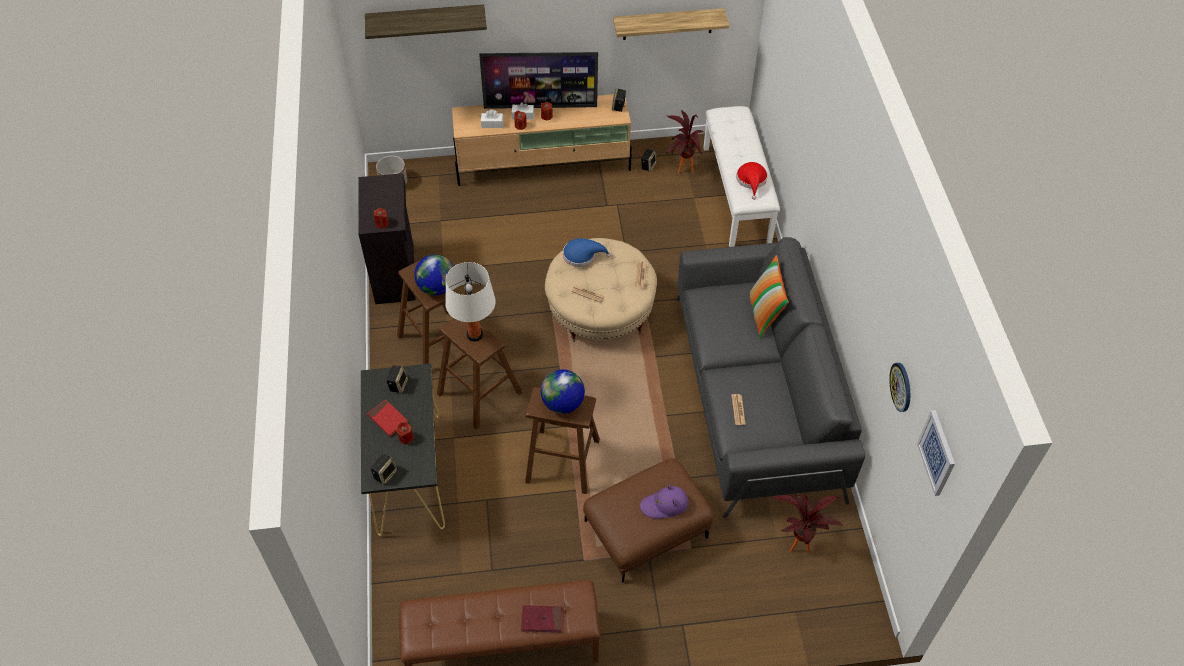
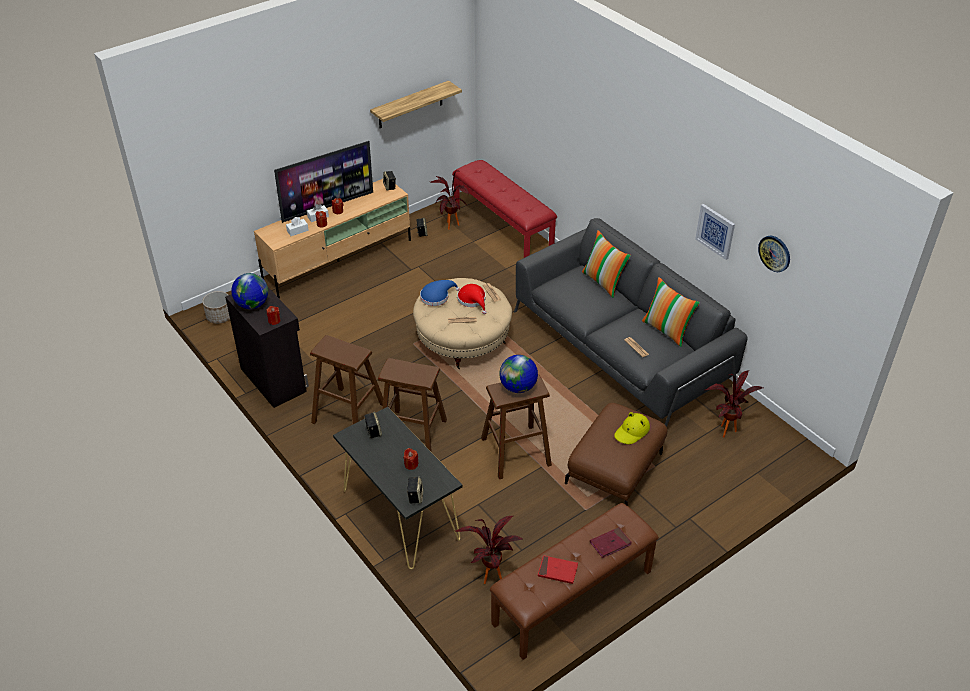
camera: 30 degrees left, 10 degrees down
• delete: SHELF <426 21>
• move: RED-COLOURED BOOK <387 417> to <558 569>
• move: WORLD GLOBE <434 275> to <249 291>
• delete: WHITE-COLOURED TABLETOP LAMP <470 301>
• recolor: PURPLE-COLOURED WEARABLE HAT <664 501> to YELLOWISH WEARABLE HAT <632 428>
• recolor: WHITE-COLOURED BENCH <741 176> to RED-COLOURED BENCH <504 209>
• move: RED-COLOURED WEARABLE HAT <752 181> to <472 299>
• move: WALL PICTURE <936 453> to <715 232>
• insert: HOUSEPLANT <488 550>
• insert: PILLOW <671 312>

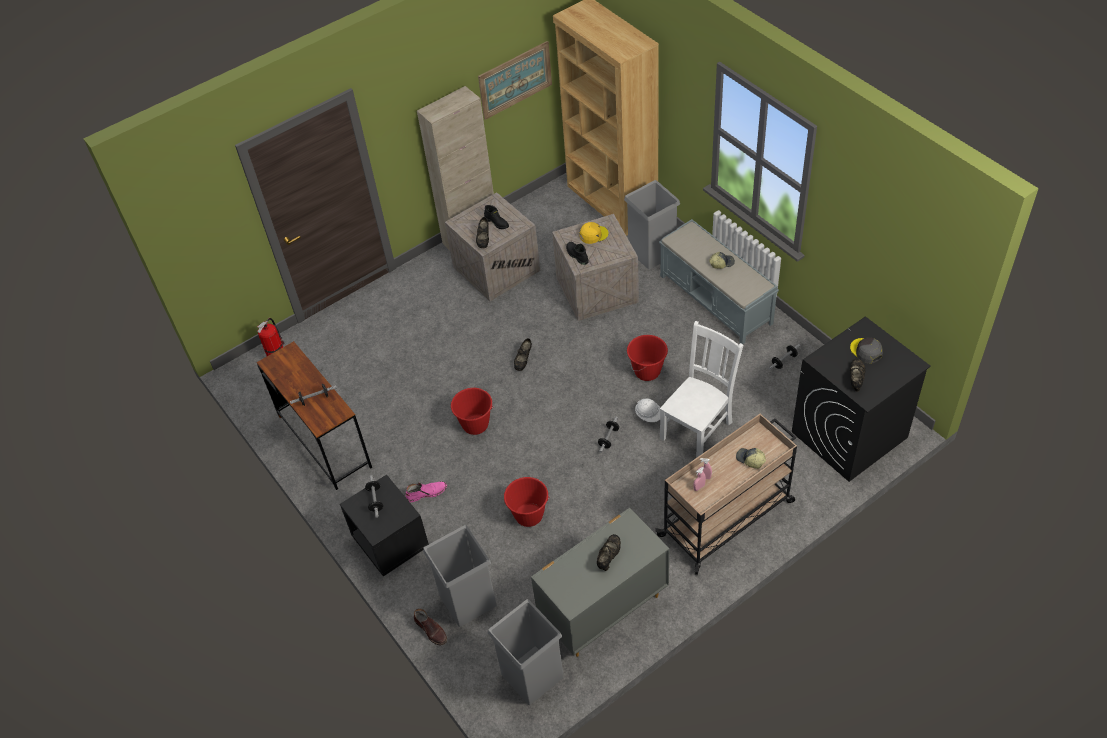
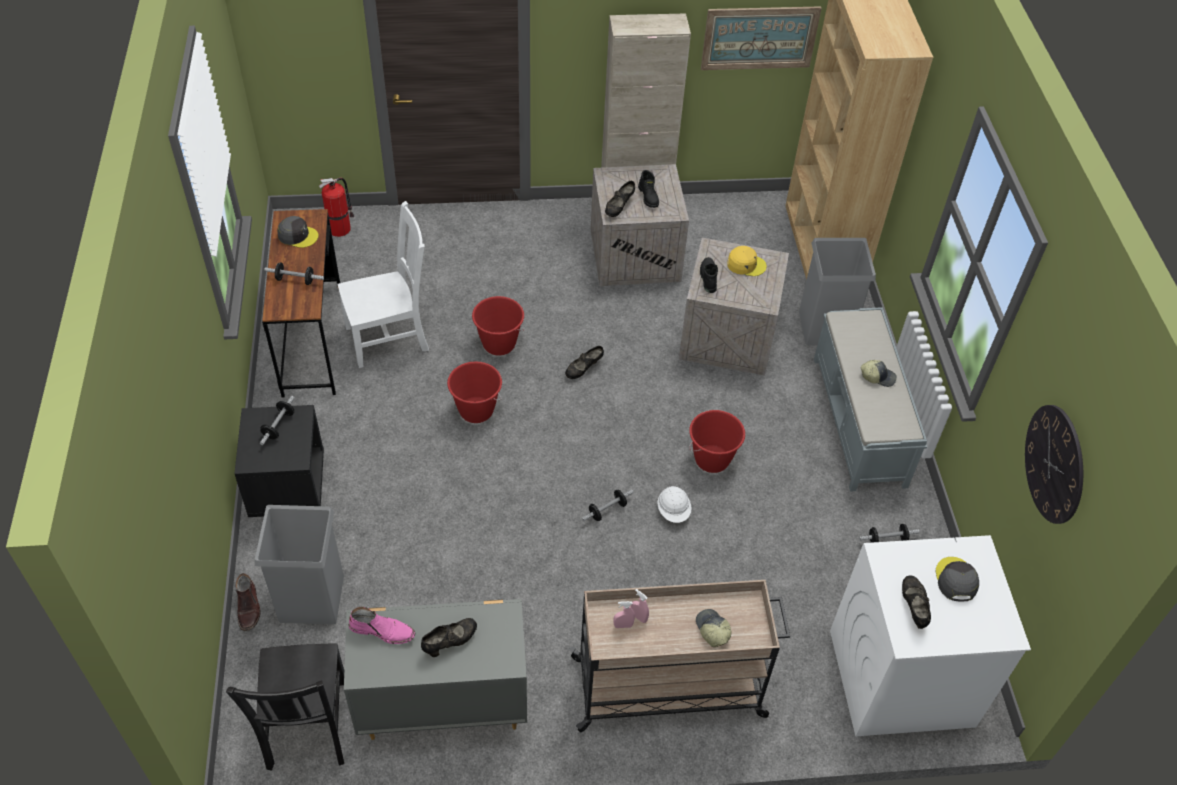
camera: 25 degrees right, 0 degrees up
• move: PINKISH TALL BOOT <426 491> to <382 625>
• replace: GREY TRASH CAN <526 652> to BLACK-COLOURED UPRIGHT CHAIR <285 707>
• move: RED-COLOURED BUCKET <526 502> to <498 326>
• move: WHITE-COLOURED UPRIGHT CHAIR <701 389> to <383 284>
• recolor: BLACK-COLOURED WASHING MACHINE <861 399> to WHITE-COLOURED WASHING MACHINE <930 636>
• rotate: BLACK-COLOURED SHOE <858 375> = <916 602> 45 degrees counterclockwise
• insert: GREY PEAKED CAP <298 232>
• insert: HANGING CLOCK <1054 464>

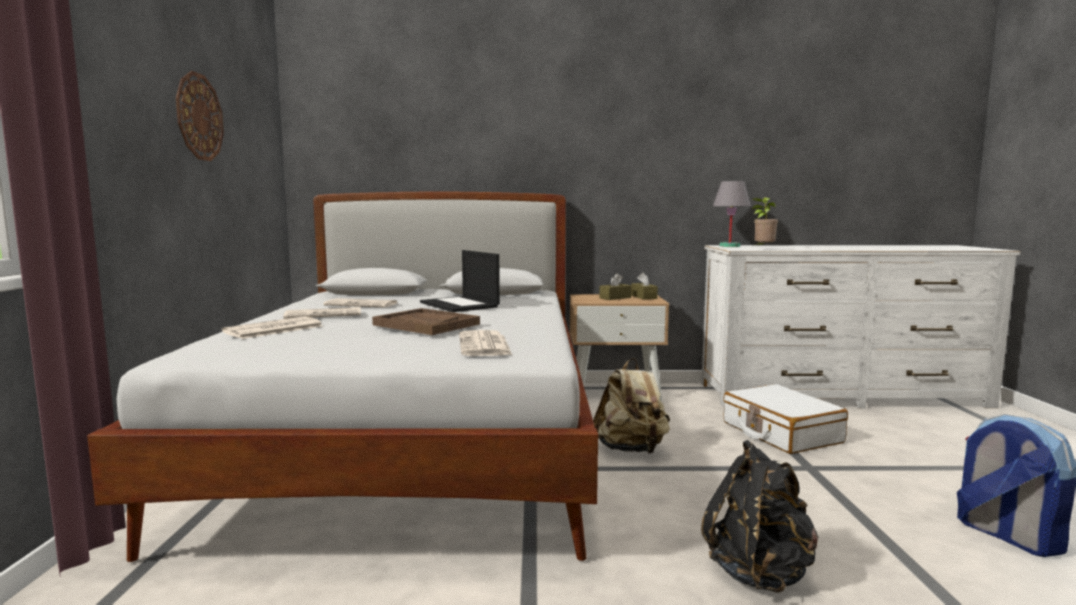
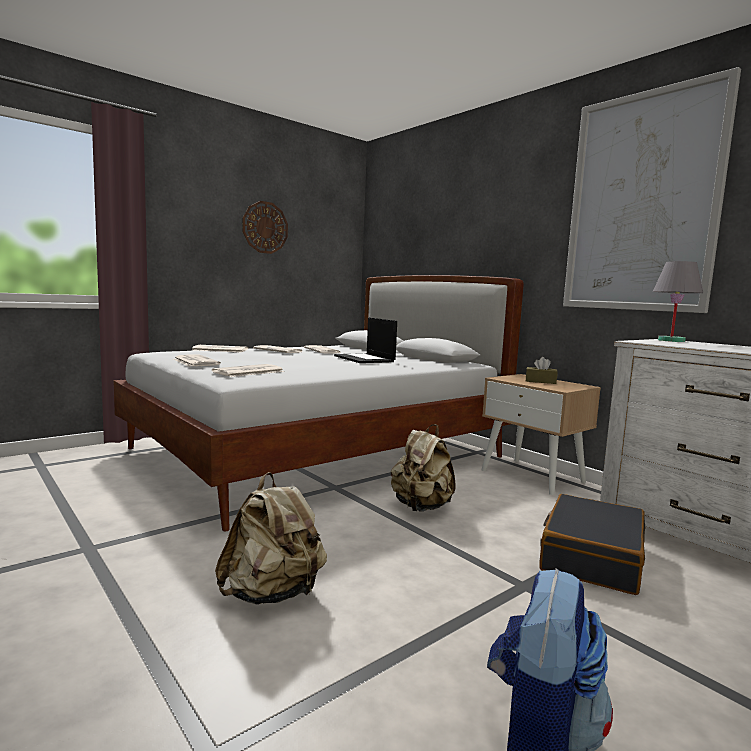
camera: 50 degrees right, 0 degrees up
• delete: BROWNISH TRAY <426 321>
• rotate: NOTEBOOK COMPUTER <460 281> = <365 340> 45 degrees counterclockwise
• delete: BROWNISH BOX OF TISSUES <644 286>
• recolor: BLACK-COLOURED RUCKSACK <760 516> to BEIGE-COLOURED RUCKSACK <271 538>
• recolor: WHITE-COLOURED PIECE OF LUGGAGE <785 419> to BLACK-COLOURED PIECE OF LUGGAGE <592 544>
• delete: HOUSEPLANT <764 222>
• insert: PRINTED PAPER <197 361>
• insert: WALL PICTURE <652 190>

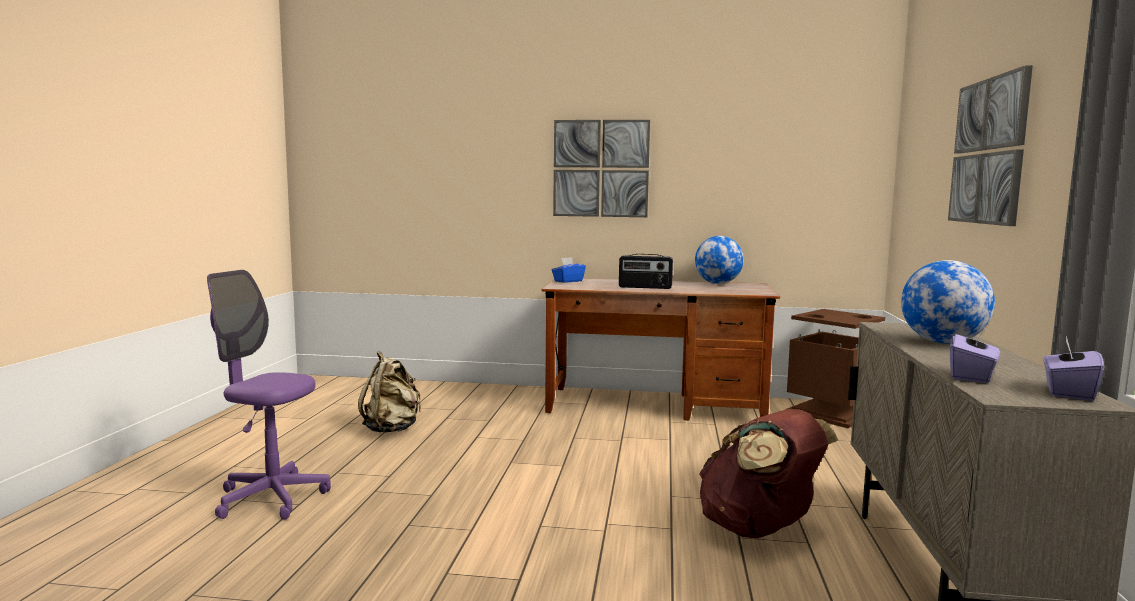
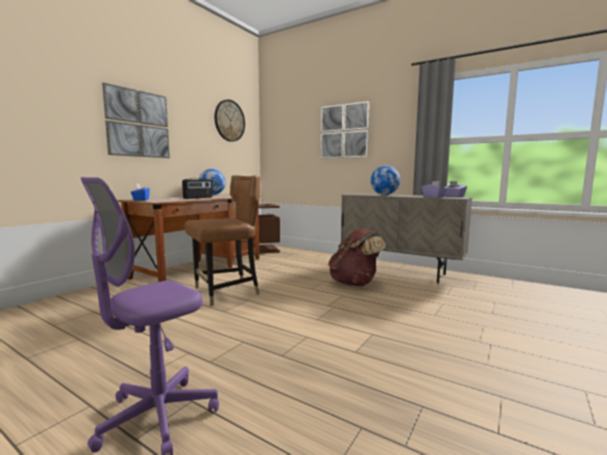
camera: 65 degrees left, 0 degrees up
• delete: BEIGE-COLOURED RUCKSACK <389 392>
• insert: BROWNISH UPRIGHT CHAIR <222 240>
• insert: HANGING CLOCK <229 121>

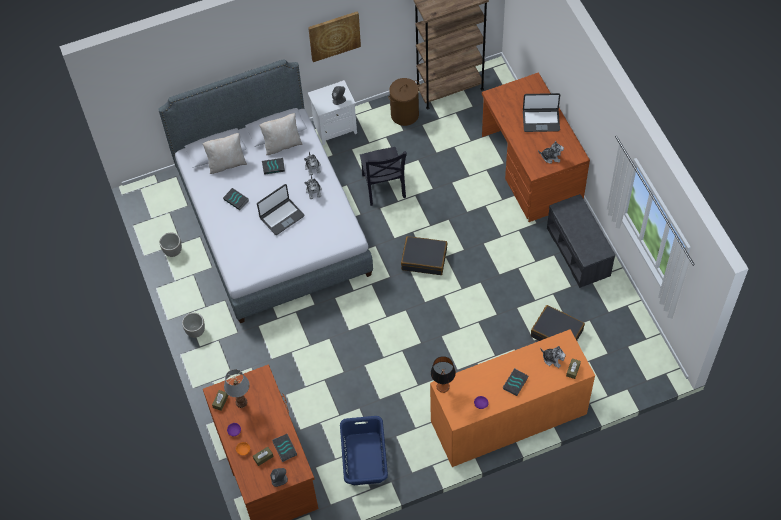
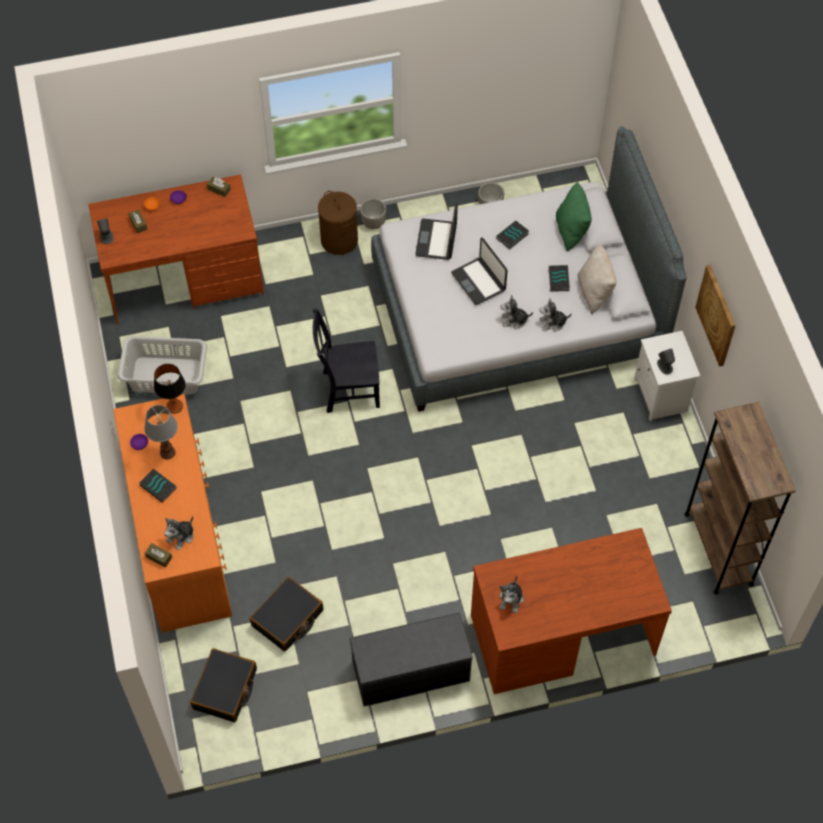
camera: 95 degrees right, 0 degrees up
• recolor: BEIGE-COLOURED PILLOW <224 153> to GREEN-COLOURED PILLOW <574 217>
• move: TABLETOP LAMP <237 388> to <161 432>
• delete: BOOK <284 448>
• recolor: BLUE HAMPER <364 450> to GREY HAMPER <162 365>
• move: BLACK-COLOURED UPRIGHT CHAIR <383 176> to <346 360>
• move: BROWNISH HAMPER <403 102> to <338 223>
• move: BLACK-COLOURED PIECE OF LUGGAGE <424 255> to <223 685>
• move: NOTEBOOK COMPUTER <541 112> to <436 231>

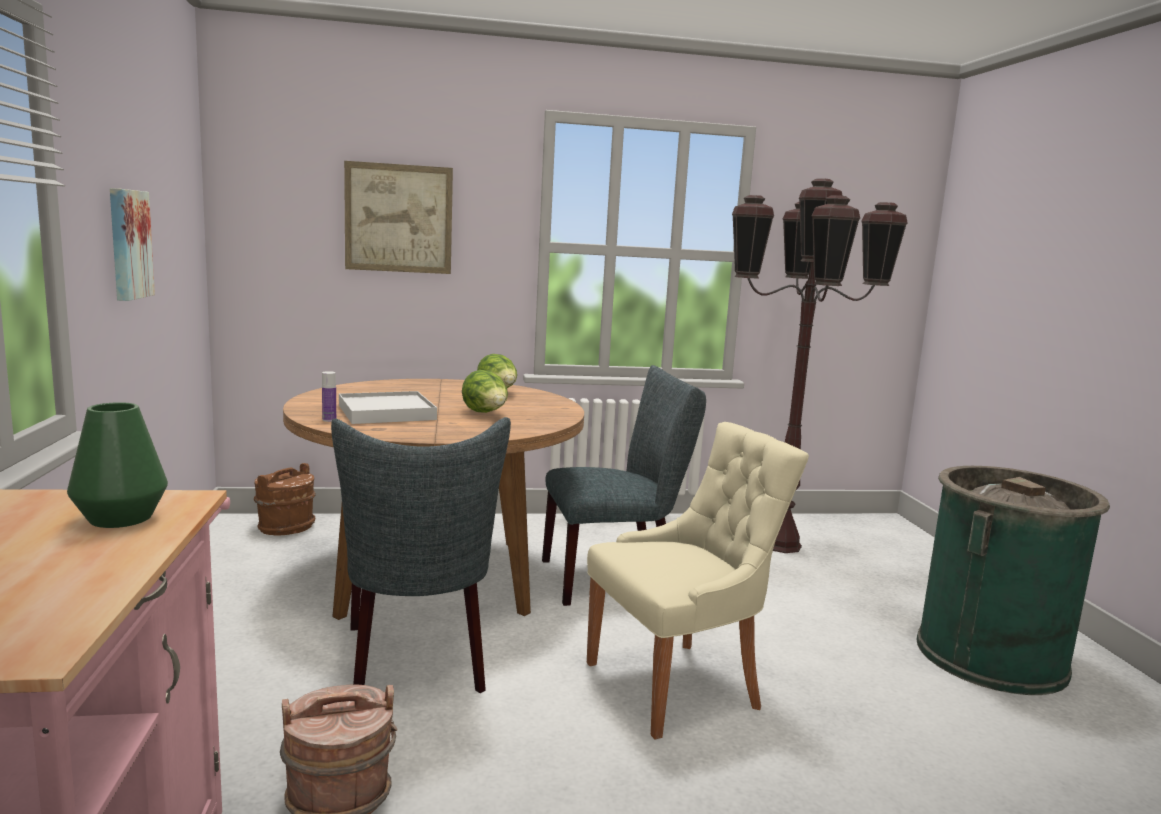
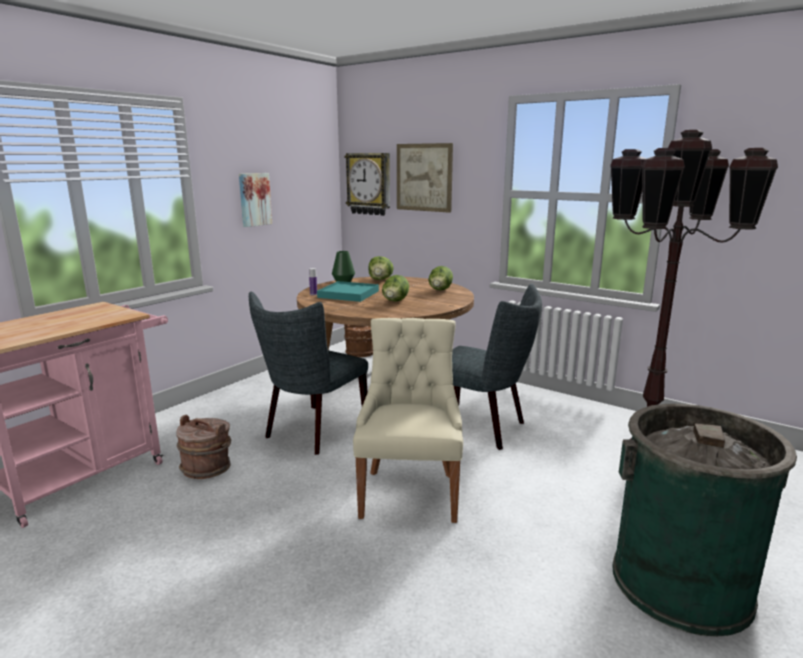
camera: 45 degrees right, 5 degrees up
• move: GREEN-COLOURED FLOWER VASE <117 465> to <343 266>
• recolor: WHITE-COLOURED TRAY <388 407> to TURQUOISE-COLOURED TRAY <348 291>
• rotate: BEIGE-COLOURED UPRIGHT CHAIR <698 581> = <408 420> 105 degrees counterclockwise
• insert: HANGING CLOCK <367 184>
• insert: LETTUCE HEAD <381 268>

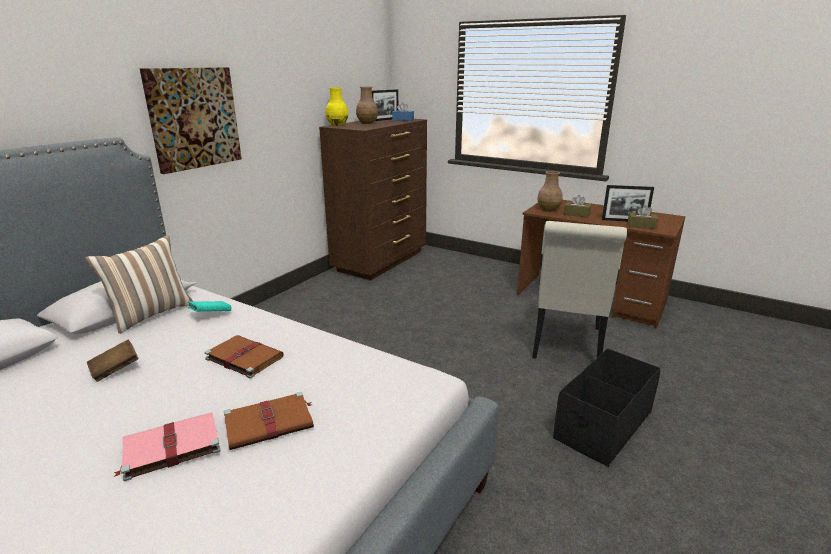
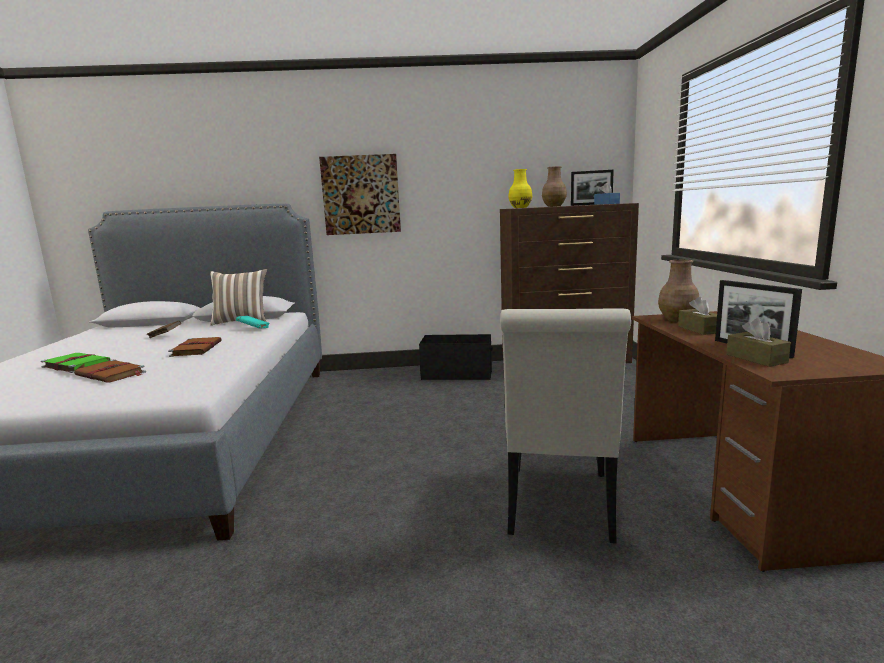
camera: 55 degrees right, 10 degrees down
• recolor: PINKISH BOOK <167 446> to GREEN-COLOURED BOOK <76 363>
• rotate: WHITE-COLOURED UPRIGHT CHAIR <579 289> = <565 426> 60 degrees counterclockwise
• move: BLACK-COLOURED STORAGE BIN <607 407> to <456 357>

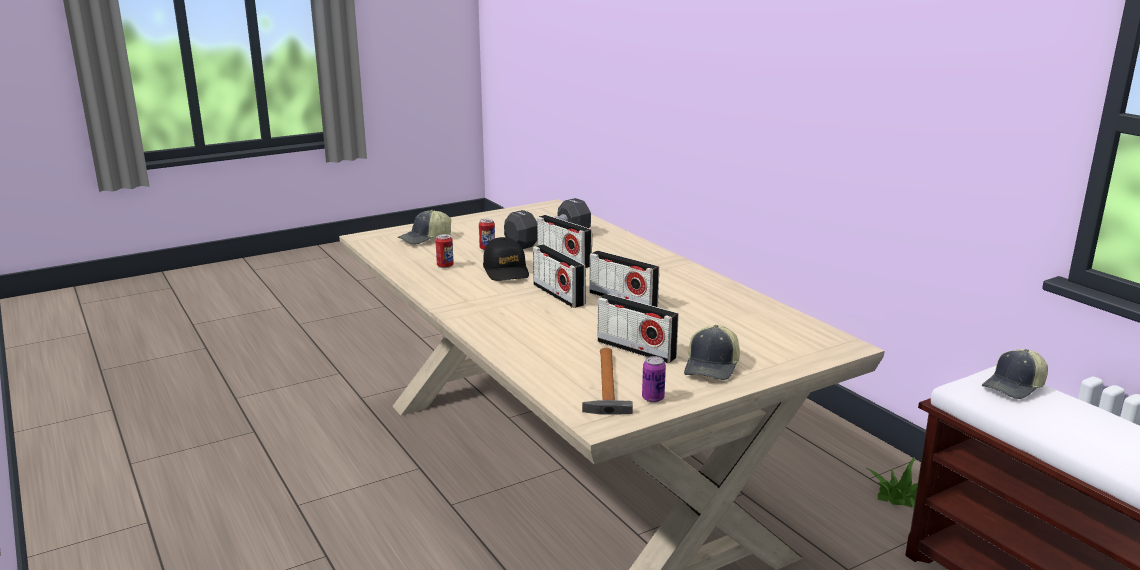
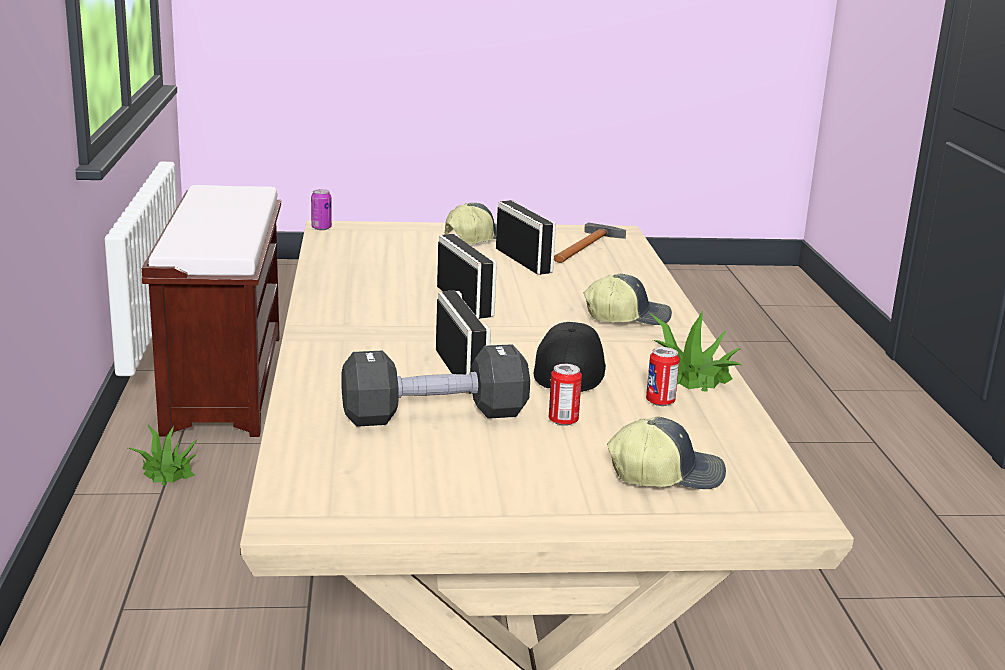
camera: 155 degrees left, 0 degrees up
• delete: RADIO RECEIVER <559 276>
• move: METAL CAN <654 379> to <321 209>
• move: PEAKED CAP <1015 374> to <628 299>
• insert: HOUSEPLANT <695 351>

